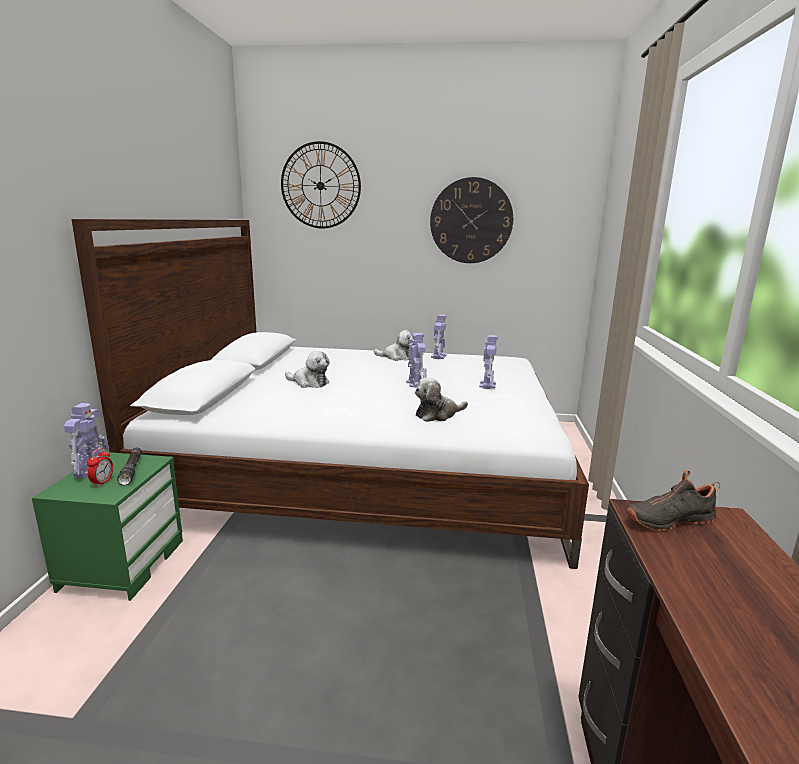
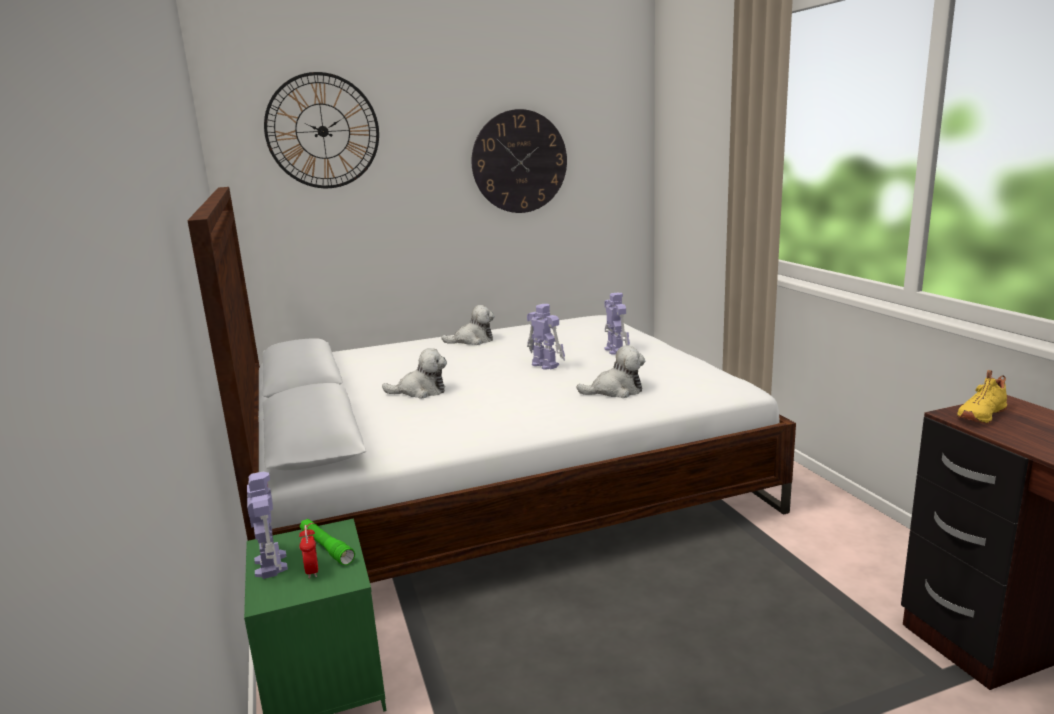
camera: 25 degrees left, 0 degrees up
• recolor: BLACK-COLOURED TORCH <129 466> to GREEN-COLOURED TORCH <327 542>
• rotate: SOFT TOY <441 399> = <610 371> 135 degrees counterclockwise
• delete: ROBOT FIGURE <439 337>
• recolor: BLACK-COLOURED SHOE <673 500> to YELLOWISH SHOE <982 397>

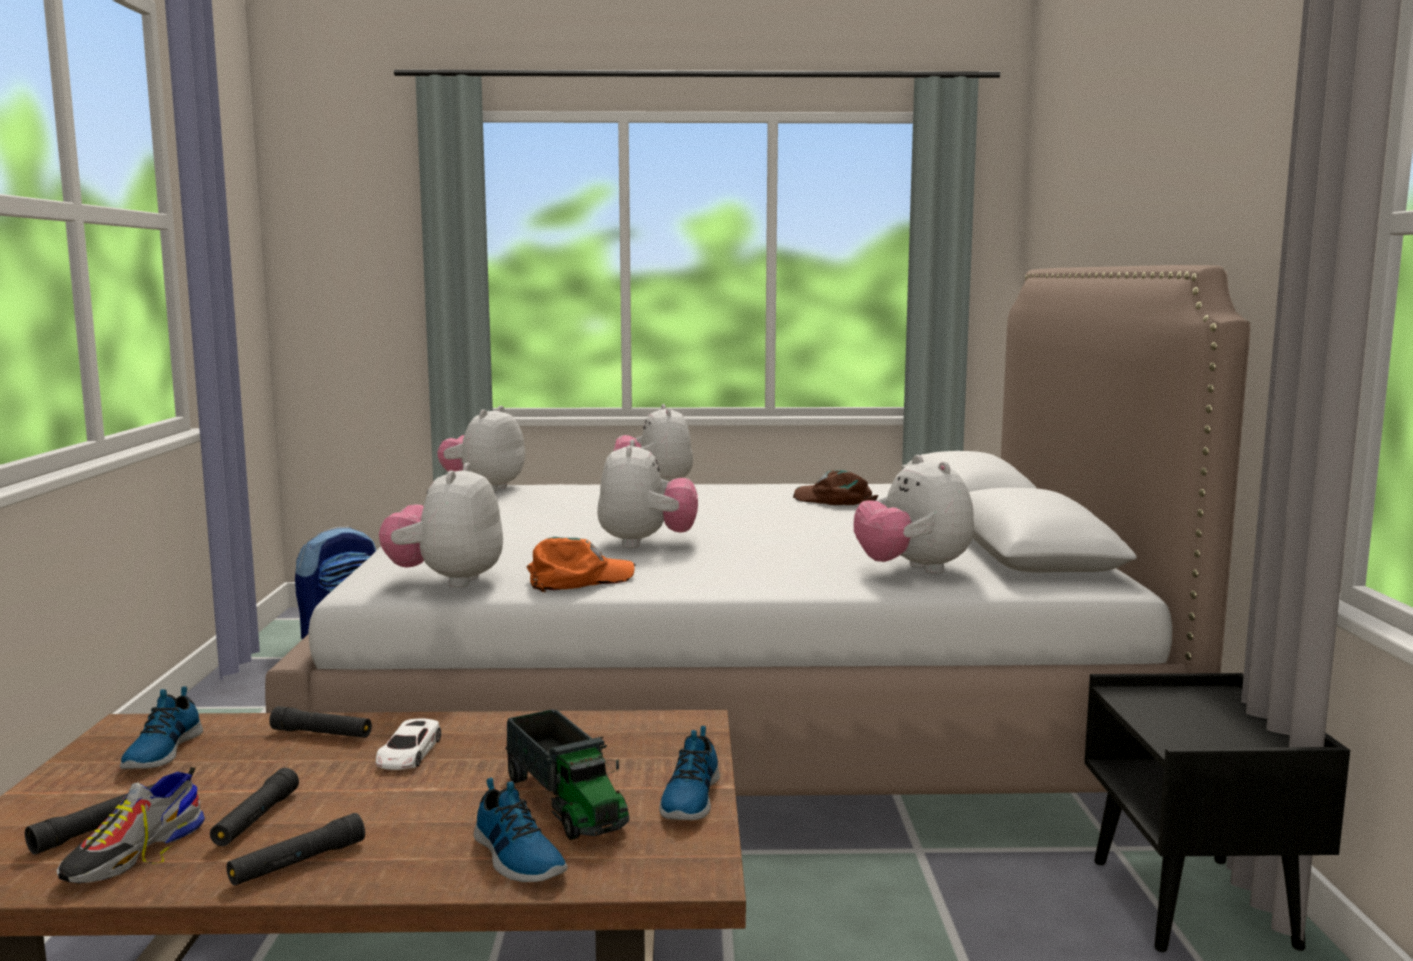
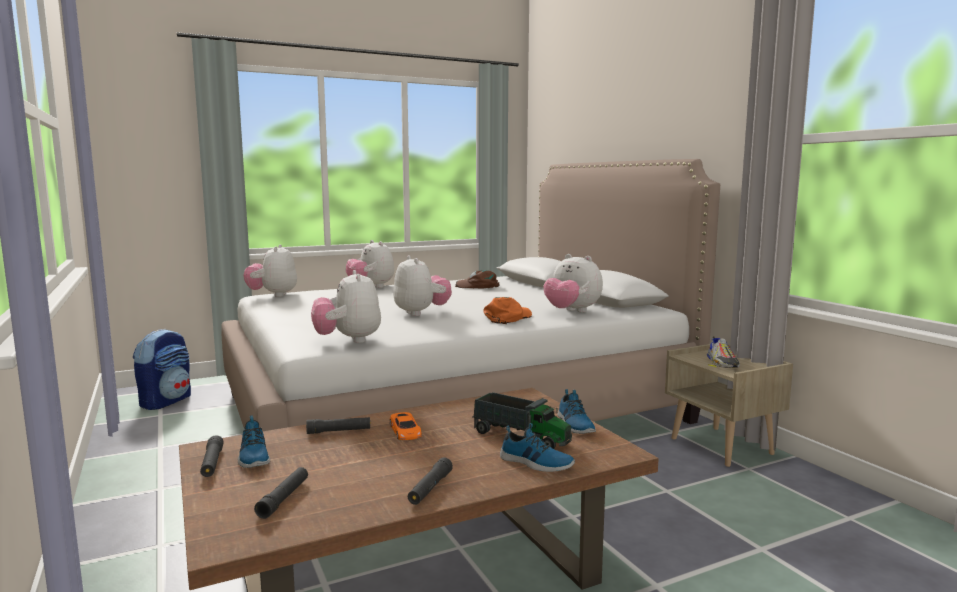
camera: 25 degrees left, 0 degrees up
• move: SHOE <130 825> to <723 352>
• move: BLACK-COLOURED TORCH <254 807> to <212 456>
• recolor: WHITE-COLOURED MINIATURE CAR <408 744> to ORANGE MINIATURE CAR <406 426>
• move: ORANGE PEAKED CAP <581 564> to <507 310>
• recolor: BLACK-COLOURED NIGHTSTAND <1217 812> to BEIGE-COLOURED NIGHTSTAND <729 405>

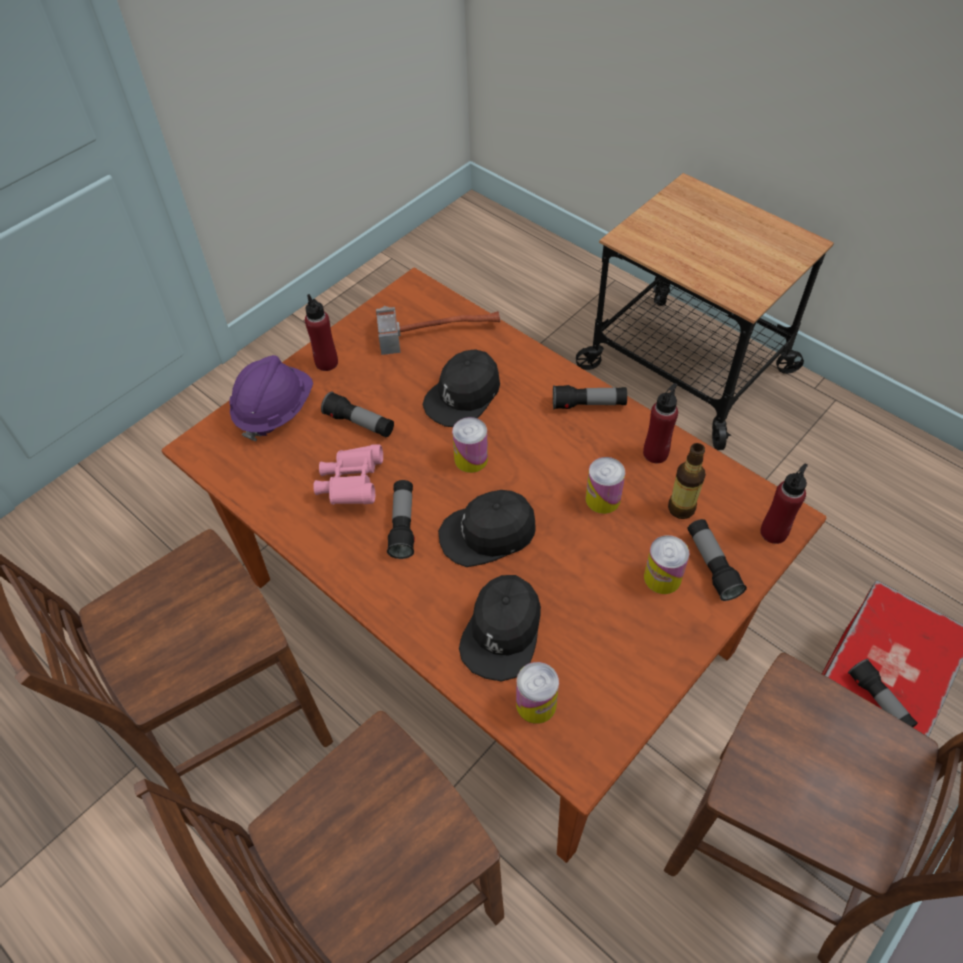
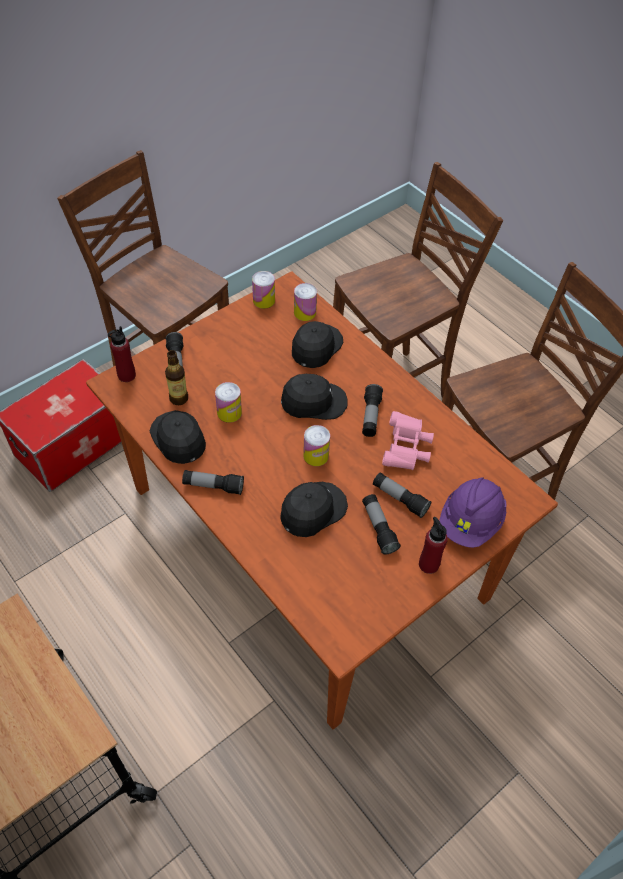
camera: 175 degrees left, 0 degrees up
• delete: TOOL HAMMER <438 330>
• replace: RED-COLOURED BOTTLE <660 423> to BLACK-COLOURED PEAKED CAP <177 437>
• move: METAL CAN <667 564> to <263 290>
• move: TORCH <883 693> to <381 524>

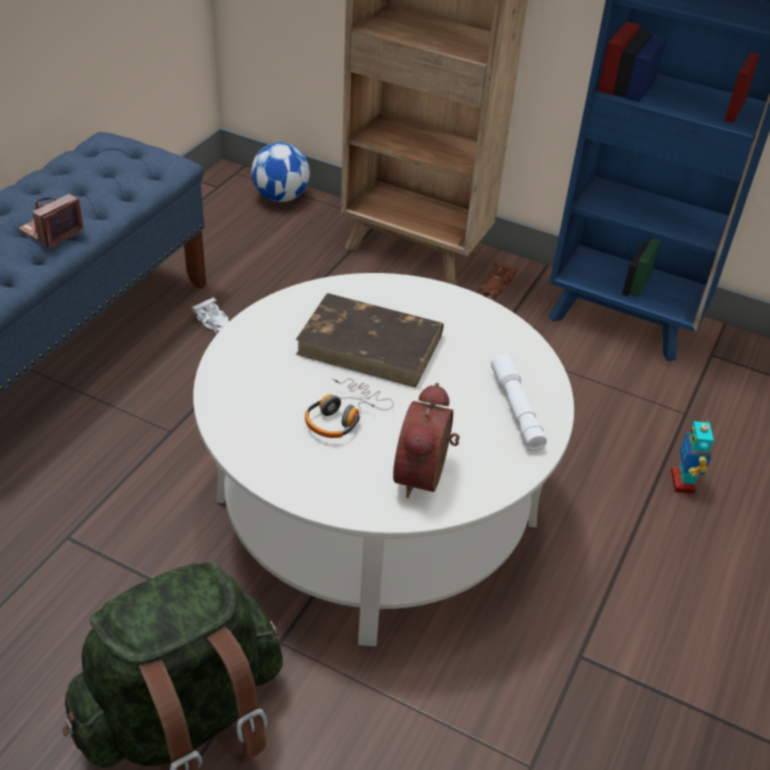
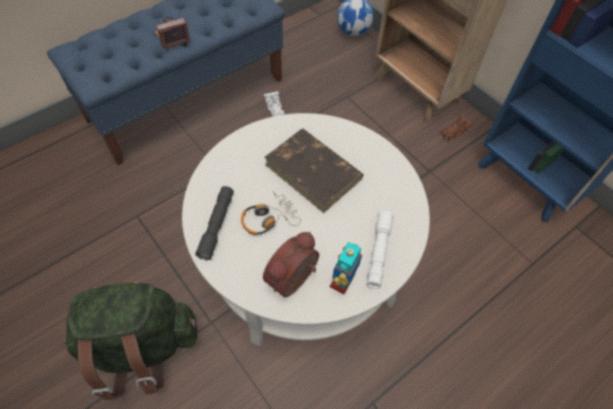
camera: 25 degrees right, 15 degrees up
• move: ROBOT FIGURE <692 456> to <346 268>
• insert: GREY TORCH <214 223>

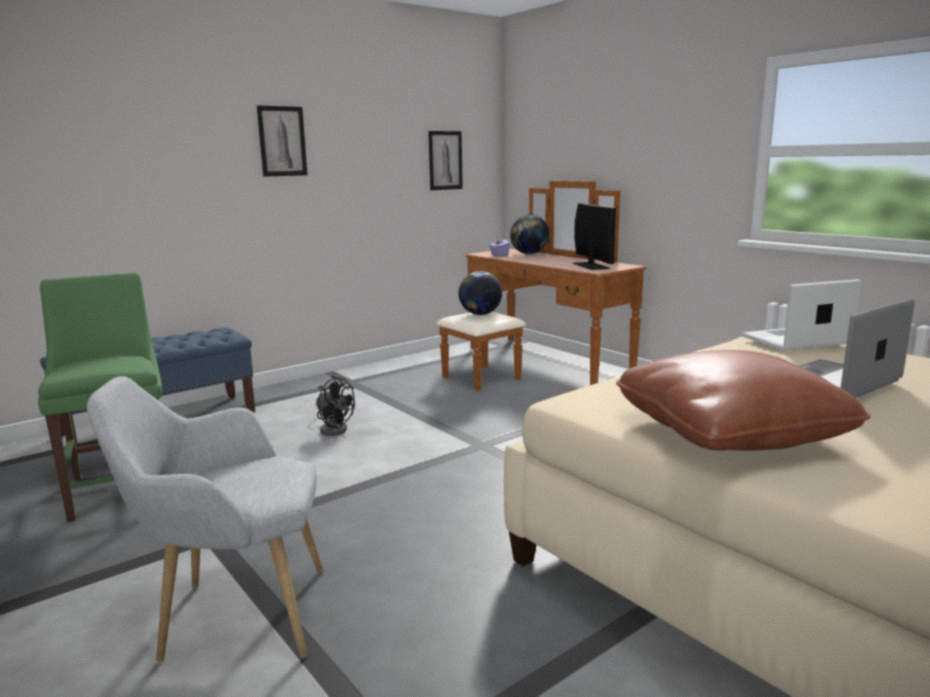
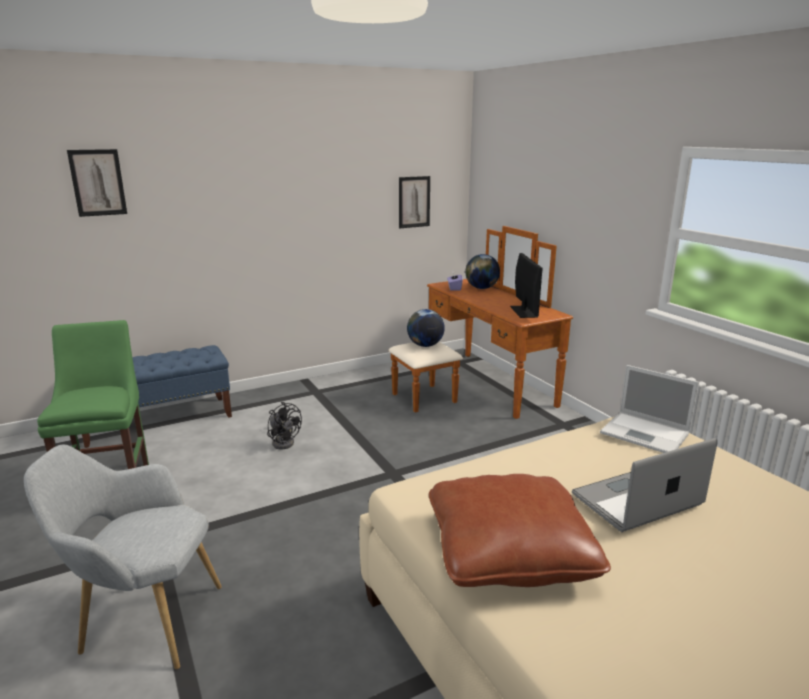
camera: 10 degrees right, 5 degrees up
• move: WALL PICTURE <282 141> to <97 183>
• rotate: NOTEBOOK COMPUTER <801 315> = <649 409> 135 degrees counterclockwise

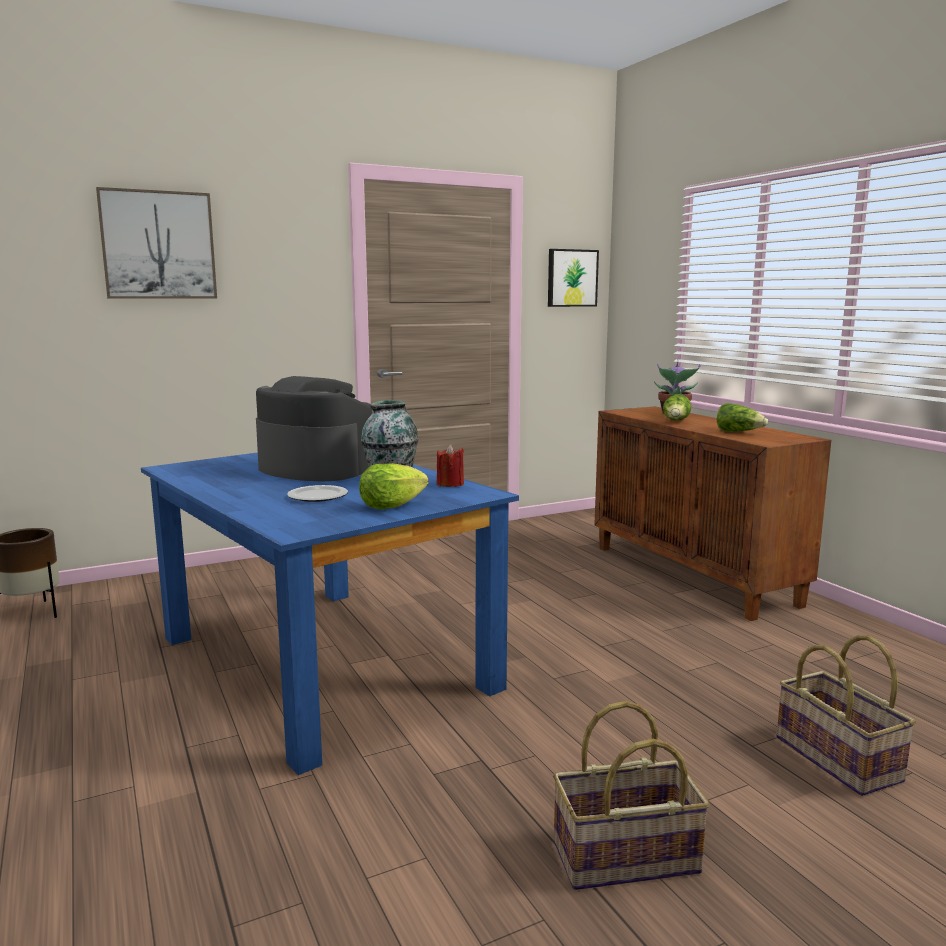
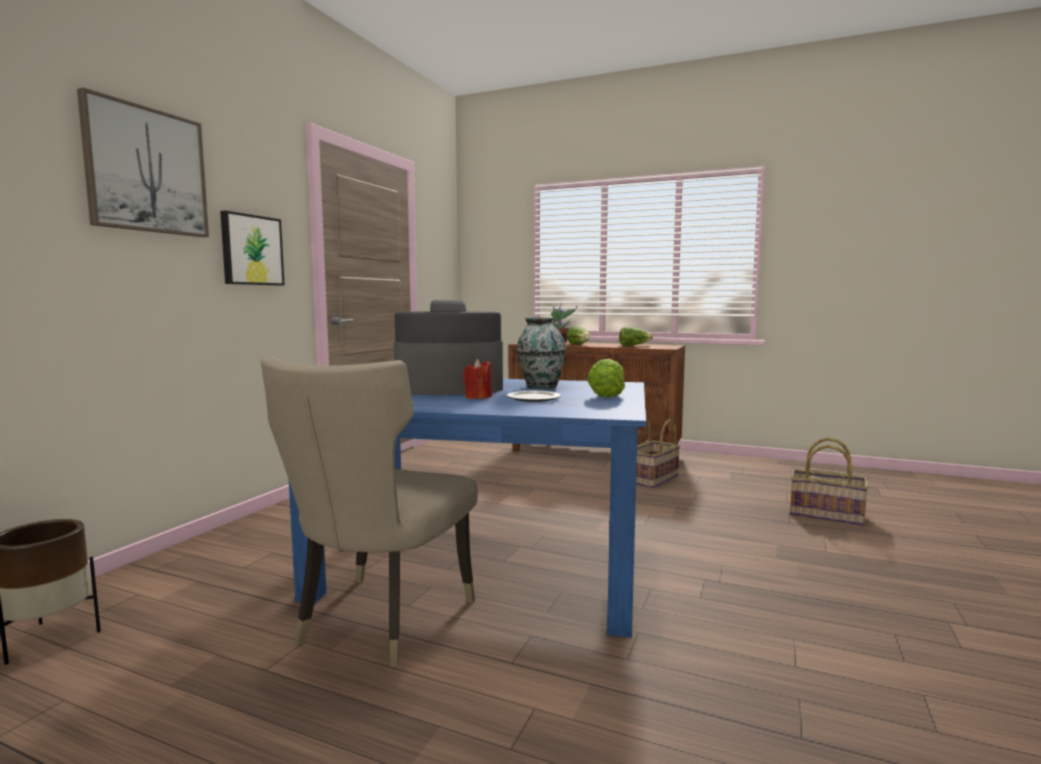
camera: 40 degrees left, 5 degrees down
• move: RED-COLOURED WAX CANDLE <450 466> to <477 379>
• move: WALL PICTURE <573 278> to <252 248>
• move: HOUSEHOLD BASKET <631 795> to <658 452>
• insert: BEIGE-COLOURED UPRIGHT CHAIR <369 511>

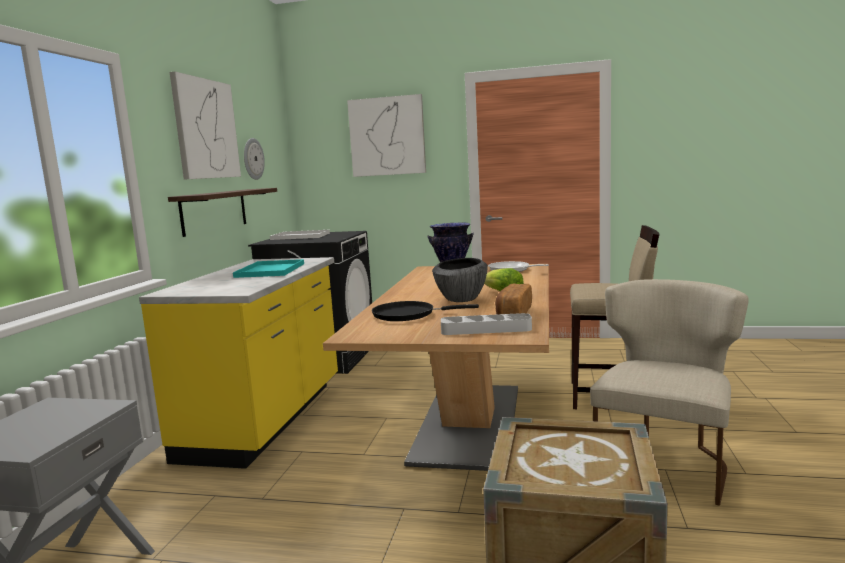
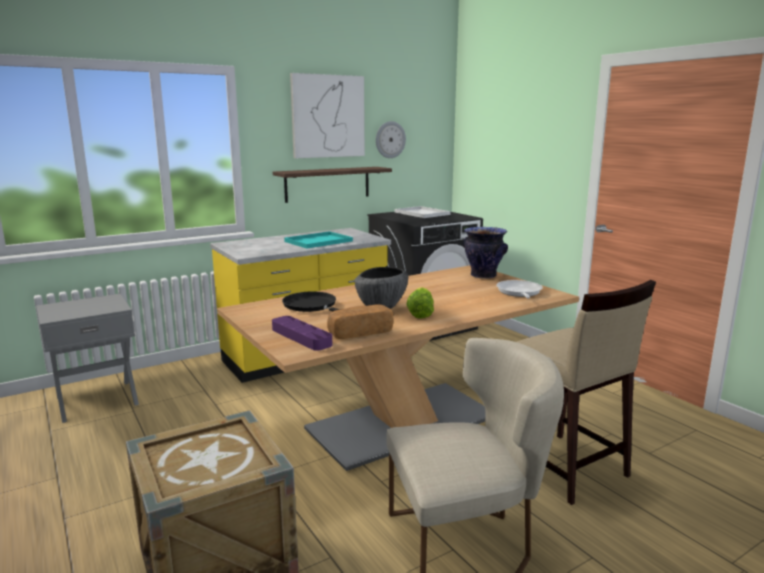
camera: 45 degrees right, 5 degrees up
• delete: WALL PICTURE <386 135>
• recolor: GREY TRAY <486 324> to PURPLE-COLOURED TRAY <302 333>

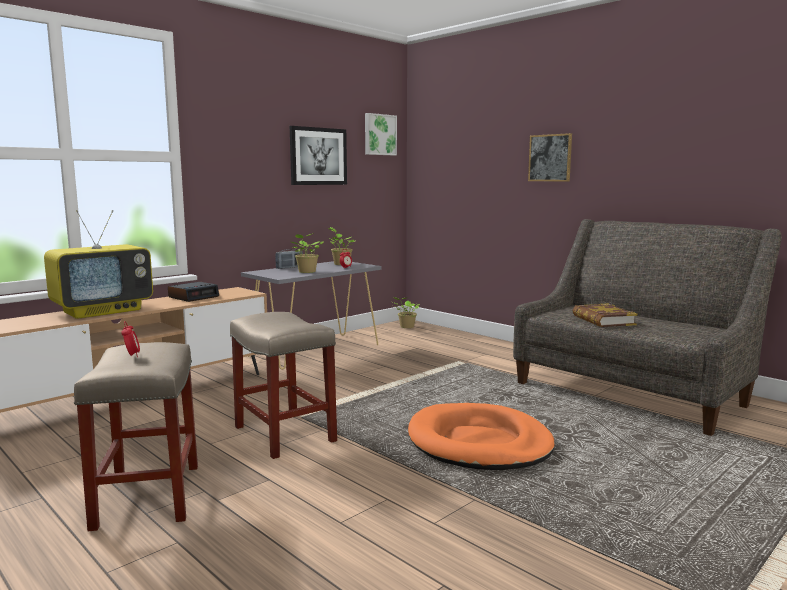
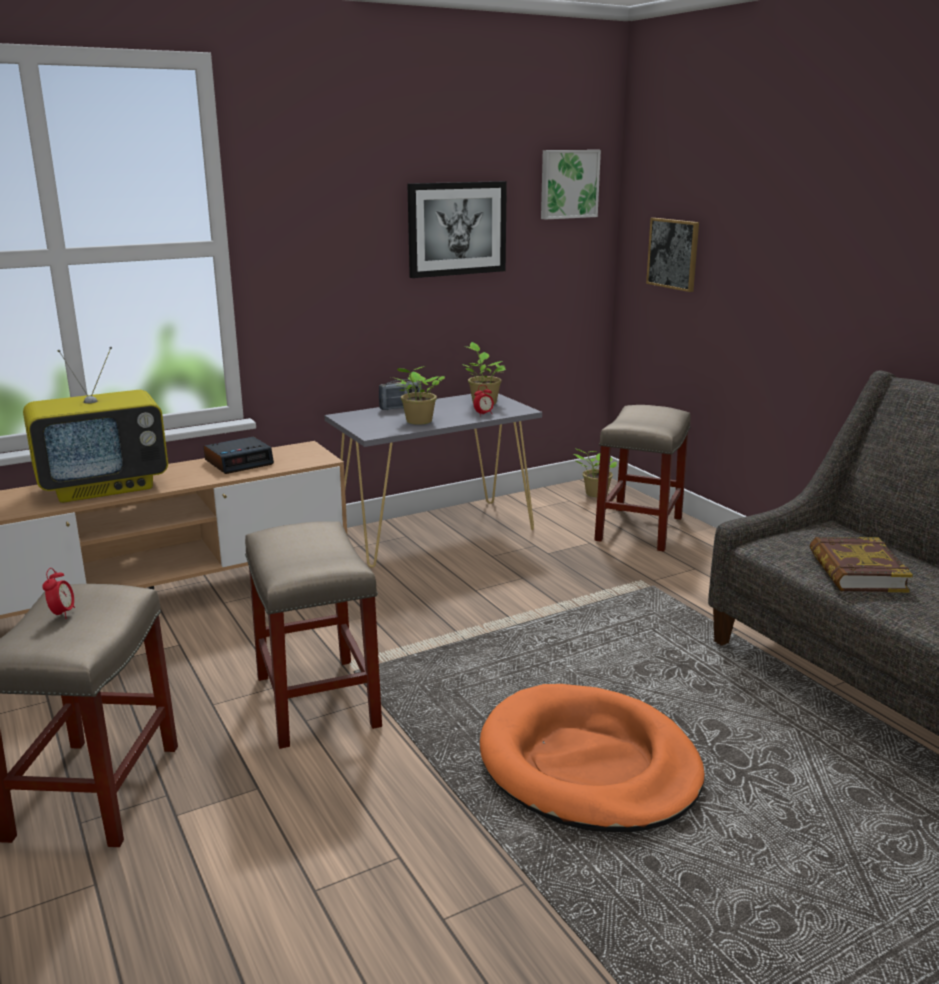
camera: 15 degrees right, 10 degrees up
• move: WALL PICTURE <550 157> to <672 255>
• insert: BEIGE-COLOURED STOOL <643 478>

